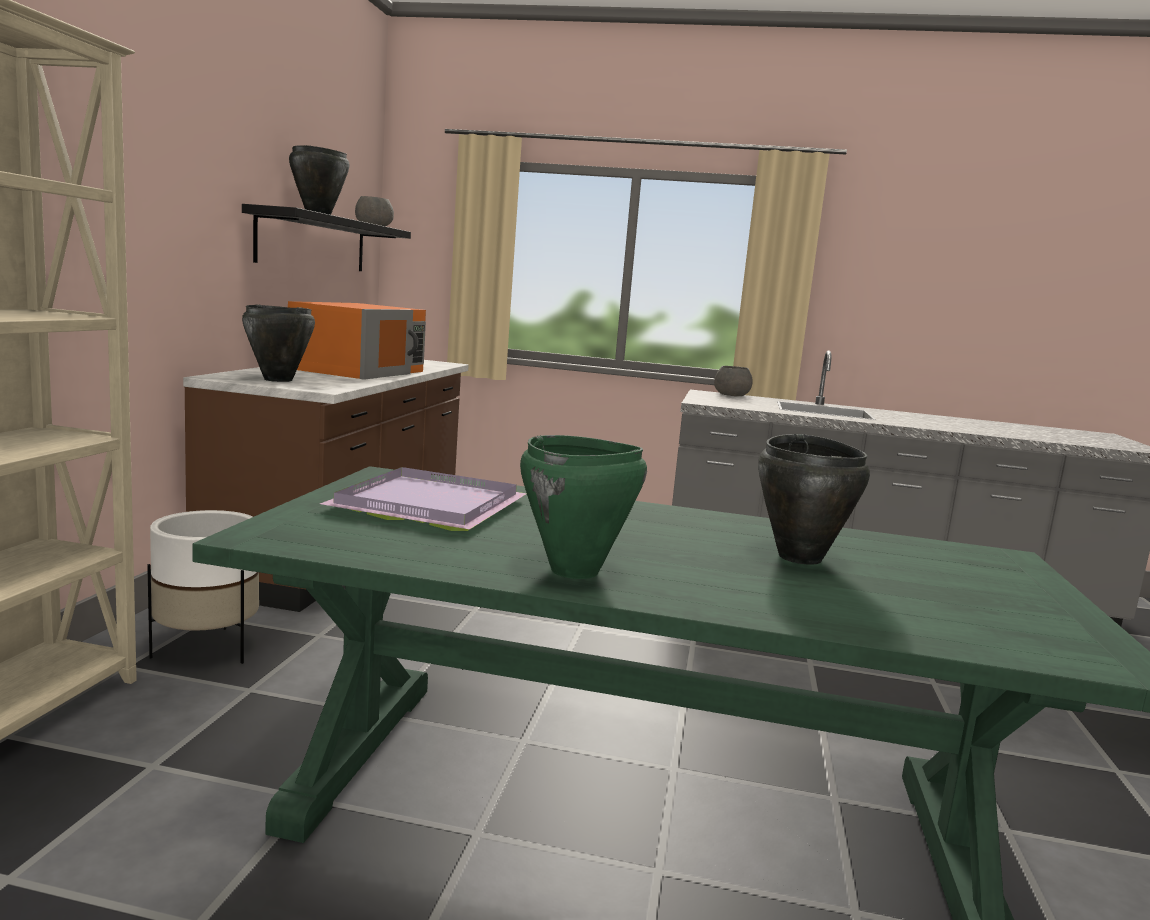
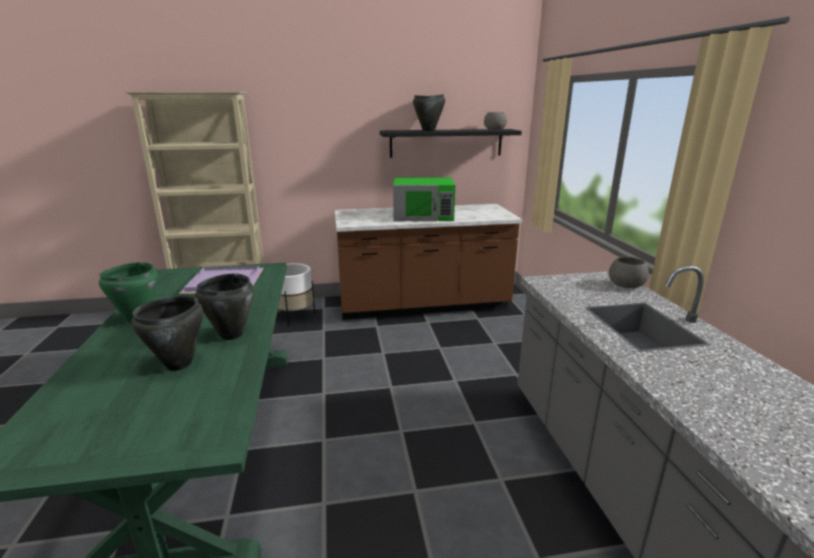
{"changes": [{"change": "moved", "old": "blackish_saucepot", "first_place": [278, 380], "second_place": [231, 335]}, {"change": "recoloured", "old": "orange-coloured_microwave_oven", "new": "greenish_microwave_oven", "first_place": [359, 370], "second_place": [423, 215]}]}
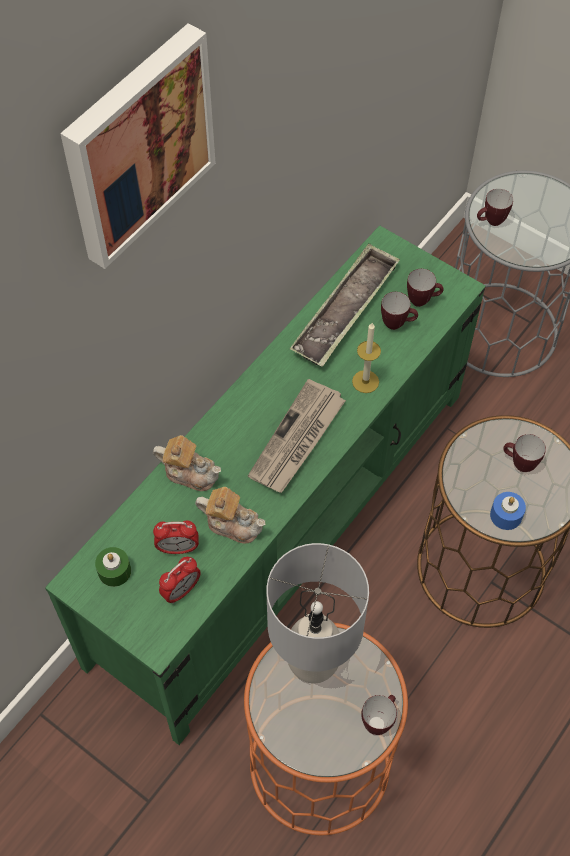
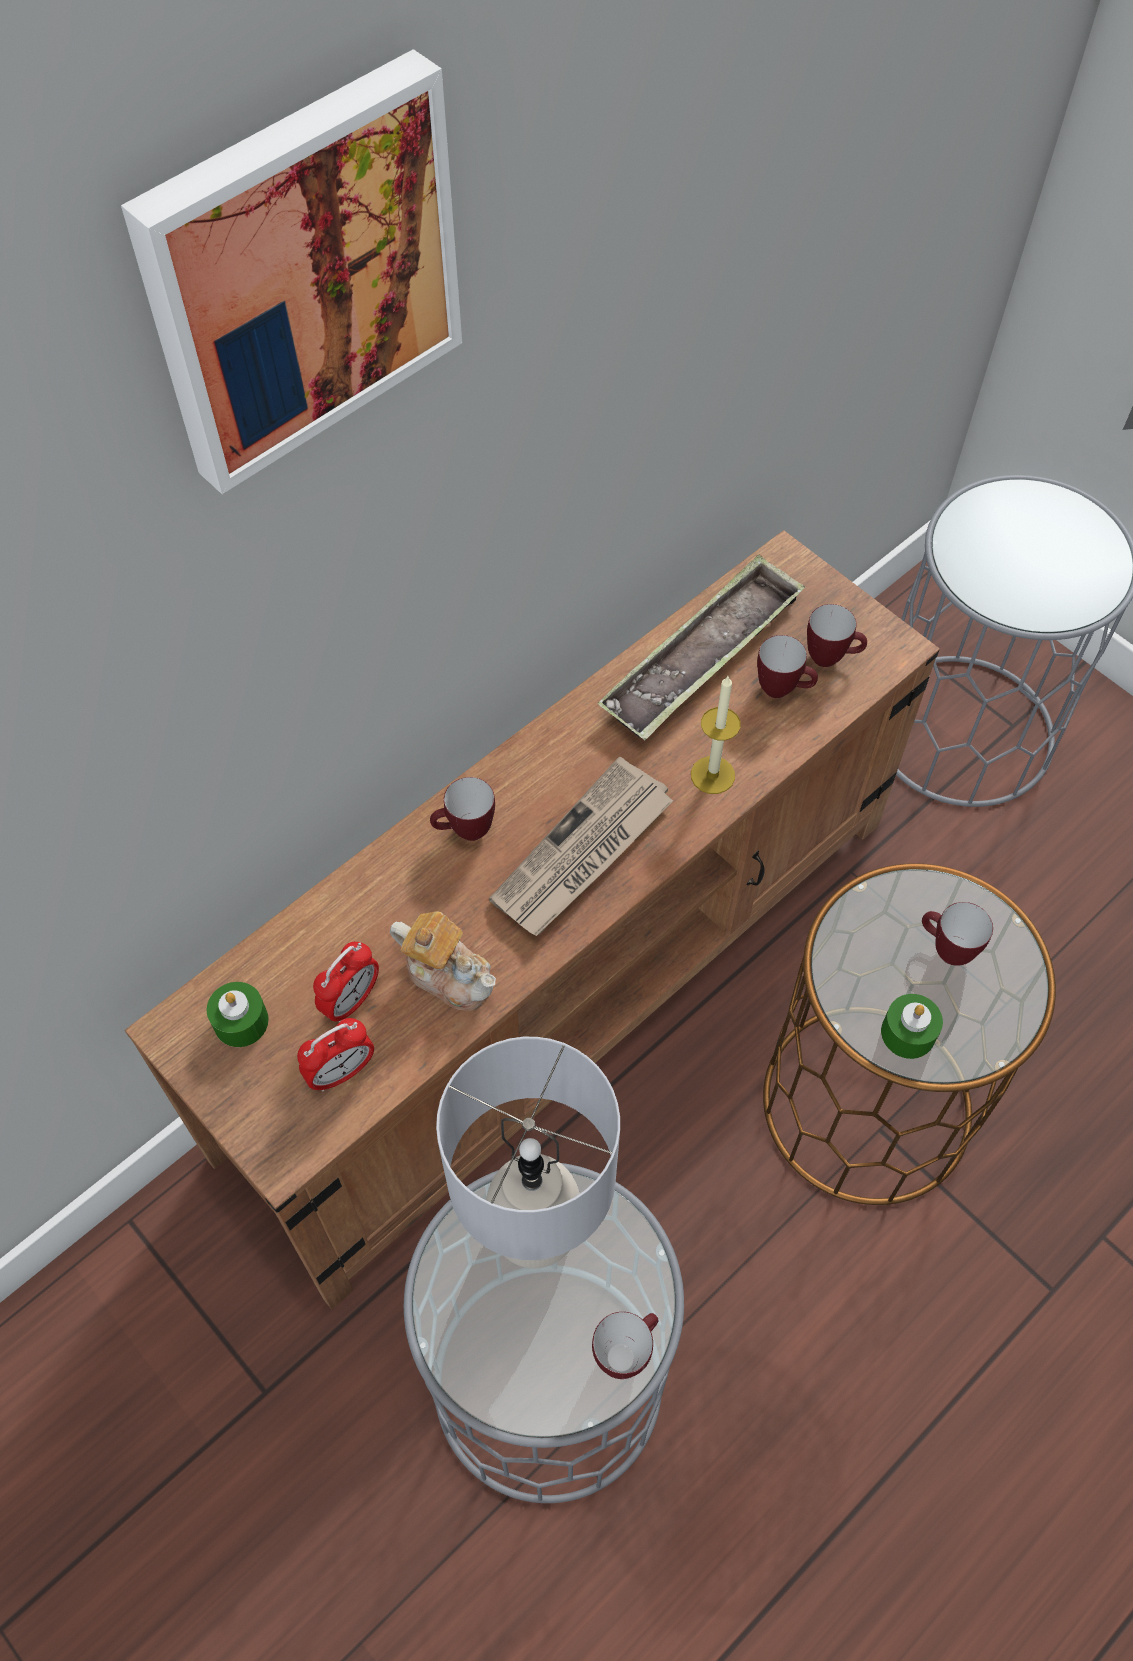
{"changes": [{"change": "recoloured", "old": "greenish_tv_unit", "new": "brown_tv_unit", "first_place": [283, 523], "second_place": [565, 981]}, {"change": "removed", "old": "pot_for_tea", "first_place": [190, 472]}, {"change": "turned", "old": "alarm_clock", "first_place": [178, 548], "second_place": [351, 1000], "degrees": -60}, {"change": "recoloured", "old": "orange-coloured_accent_table", "new": "grey_accent_table", "first_place": [319, 763], "second_place": [547, 1379]}, {"change": "moved", "old": "tea_mug", "first_place": [491, 222], "second_place": [465, 832]}, {"change": "recoloured", "old": "blue_candle", "new": "greenish_candle", "first_place": [506, 515], "second_place": [908, 1033]}]}
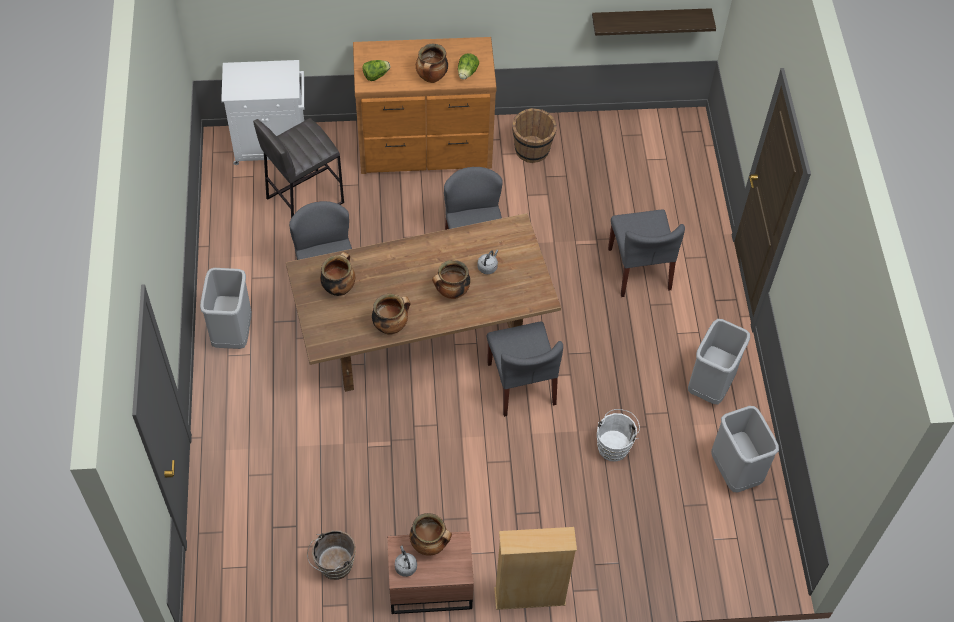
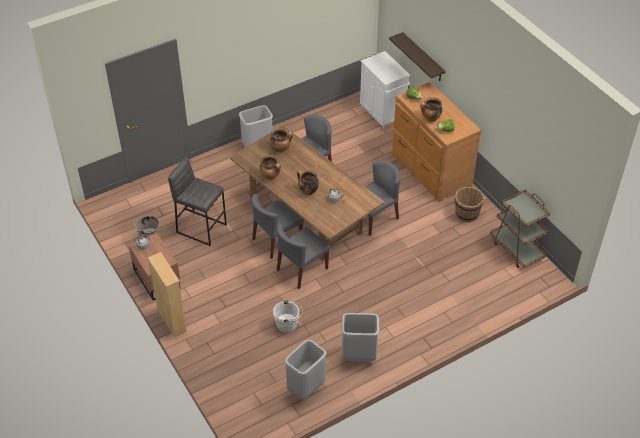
{"changes": [{"change": "moved", "old": "grey_stool_seat", "first_place": [304, 200], "second_place": [201, 228]}, {"change": "removed", "old": "saucepot", "first_place": [430, 544]}, {"change": "moved", "old": "bracket_shelf", "first_place": [650, 20], "second_place": [423, 57]}, {"change": "moved", "old": "grey_upright_chair", "first_place": [639, 269], "second_place": [277, 240]}, {"change": "added", "new": "brown_trolley", "second_place": [517, 249]}]}
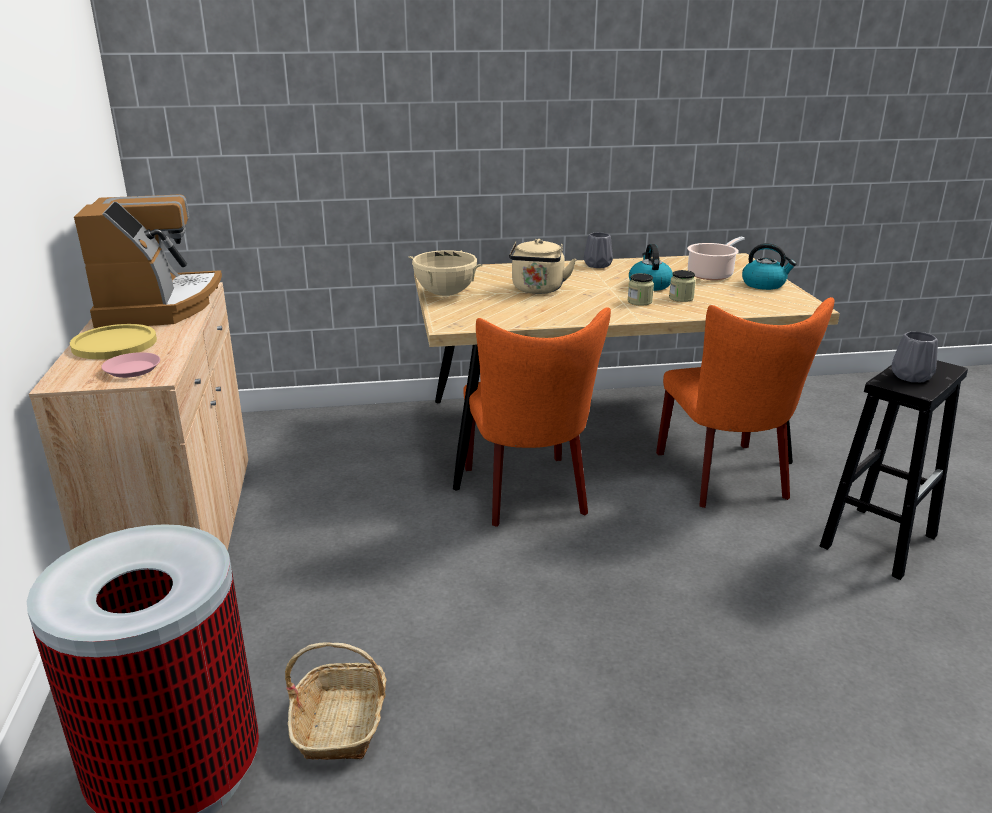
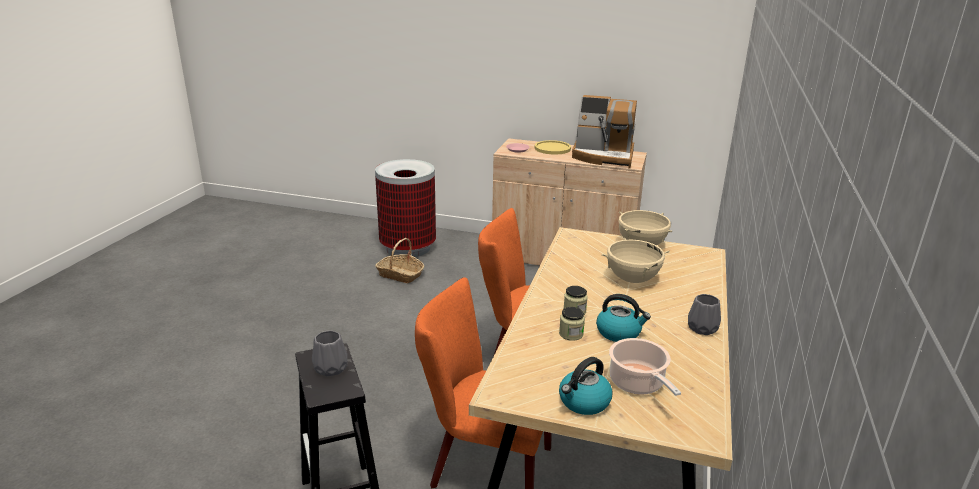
{"changes": [{"change": "replaced", "old": "sand-coloured_tea_kettle", "new": "sand-coloured_saucepot", "first_place": [538, 290], "second_place": [632, 279]}]}
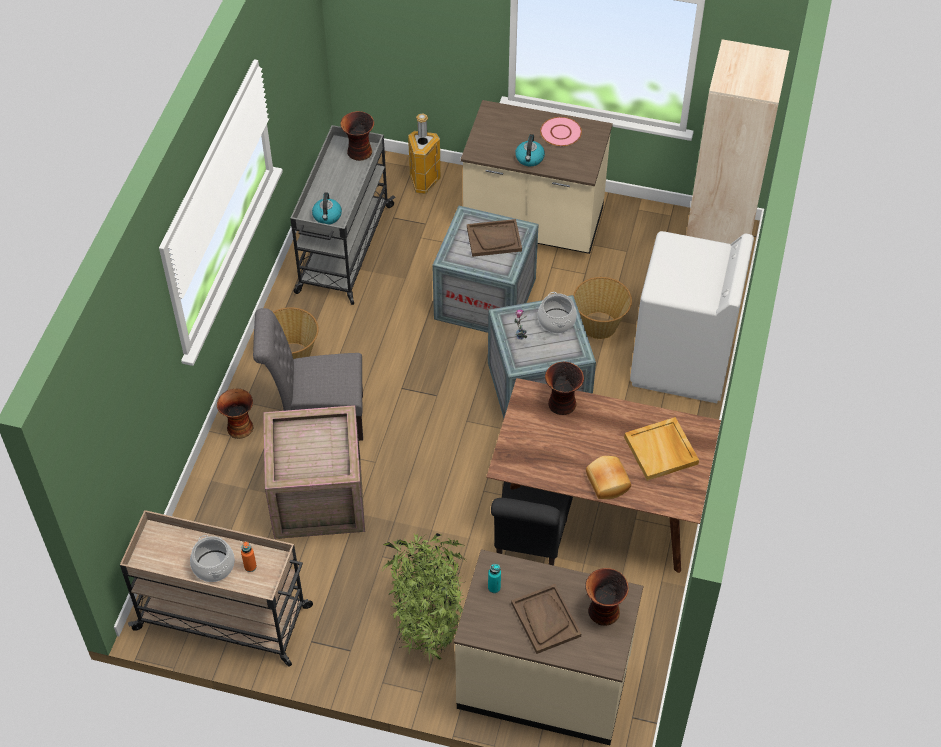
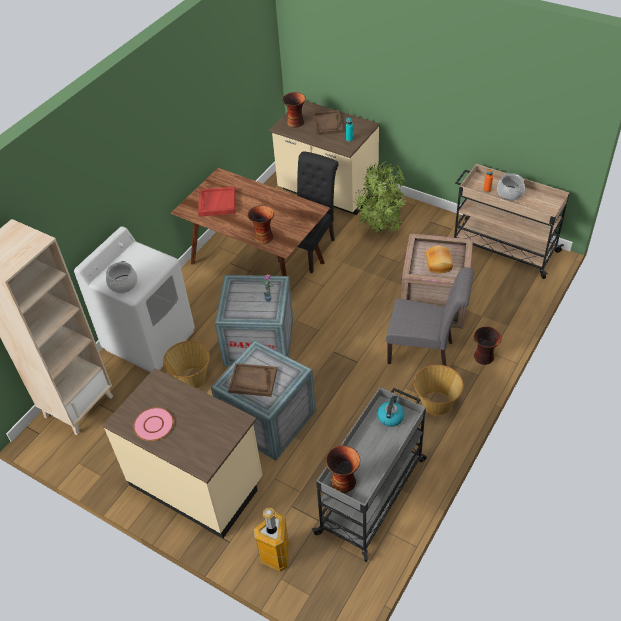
{"changes": [{"change": "removed", "old": "tea_kettle", "first_place": [529, 158]}, {"change": "moved", "old": "saucepot", "first_place": [557, 321], "second_place": [123, 284]}, {"change": "moved", "old": "baked_bread", "first_place": [606, 483], "second_place": [439, 264]}, {"change": "recoloured", "old": "sand-coloured_carrying_tray", "new": "reddish_carrying_tray", "first_place": [661, 451], "second_place": [216, 203]}]}
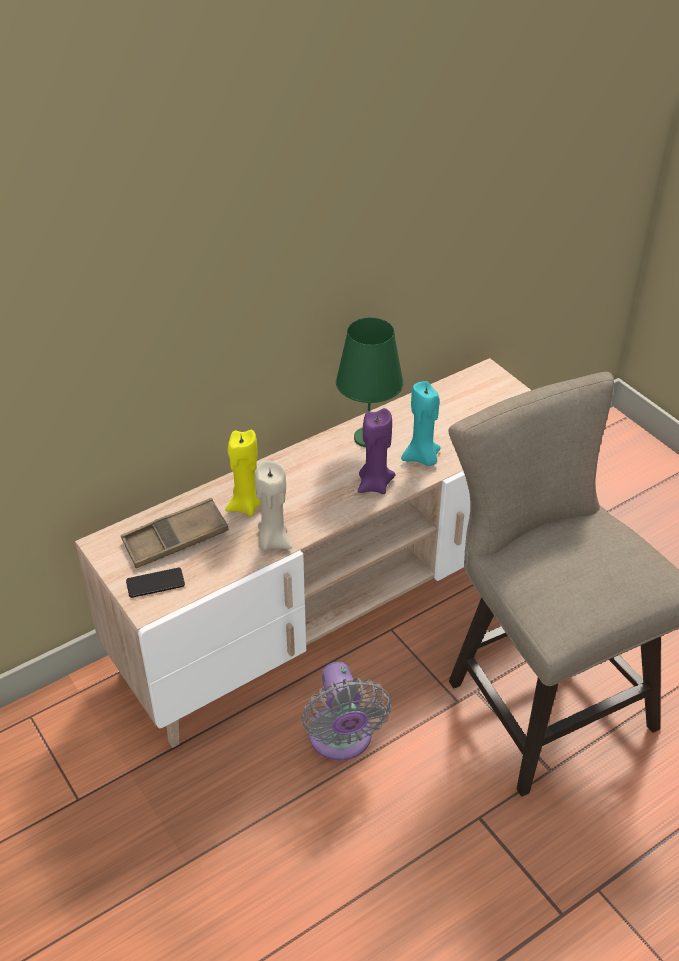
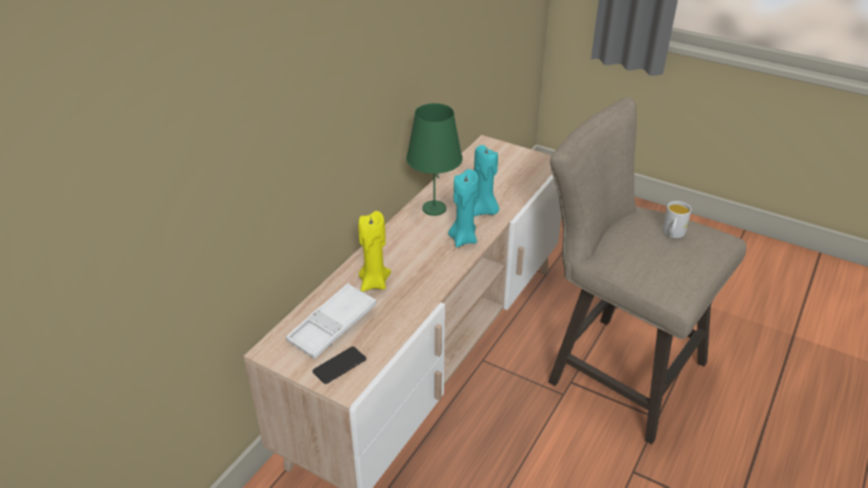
{"changes": [{"change": "recoloured", "old": "brown_carrying_tray", "new": "white-coloured_carrying_tray", "first_place": [175, 539], "second_place": [333, 326]}, {"change": "removed", "old": "sand-coloured_candle", "first_place": [272, 541]}, {"change": "removed", "old": "grey_fan", "first_place": [341, 740]}, {"change": "recoloured", "old": "purple-coloured_candle", "new": "turquoise_candle", "first_place": [374, 485], "second_place": [463, 239]}, {"change": "added", "new": "white-coloured_tea_mug", "second_place": [672, 234]}]}
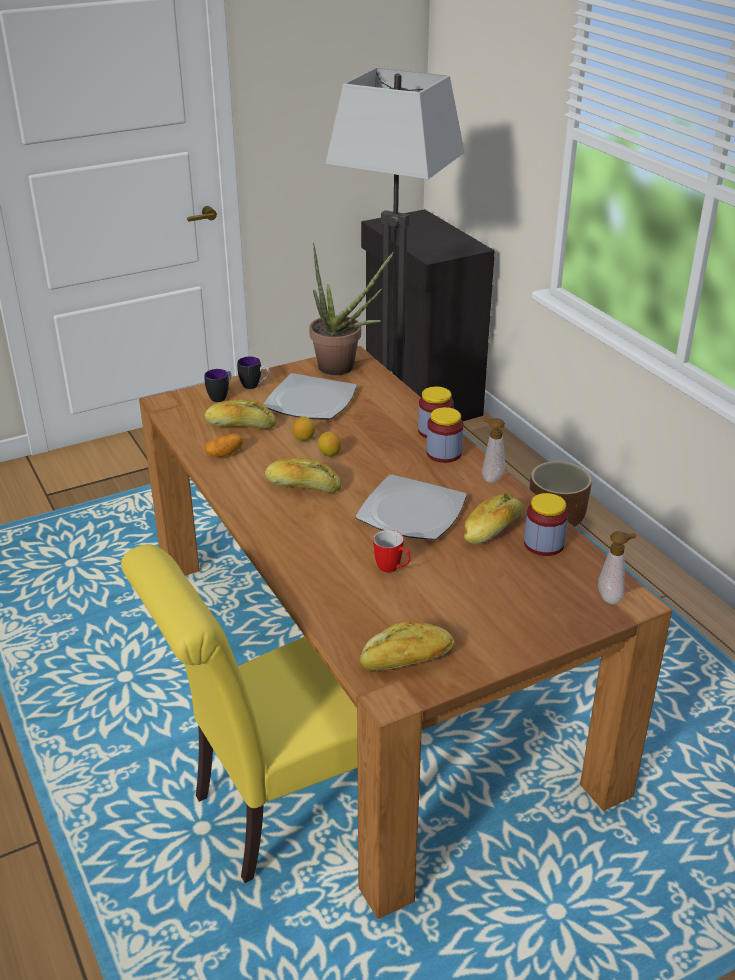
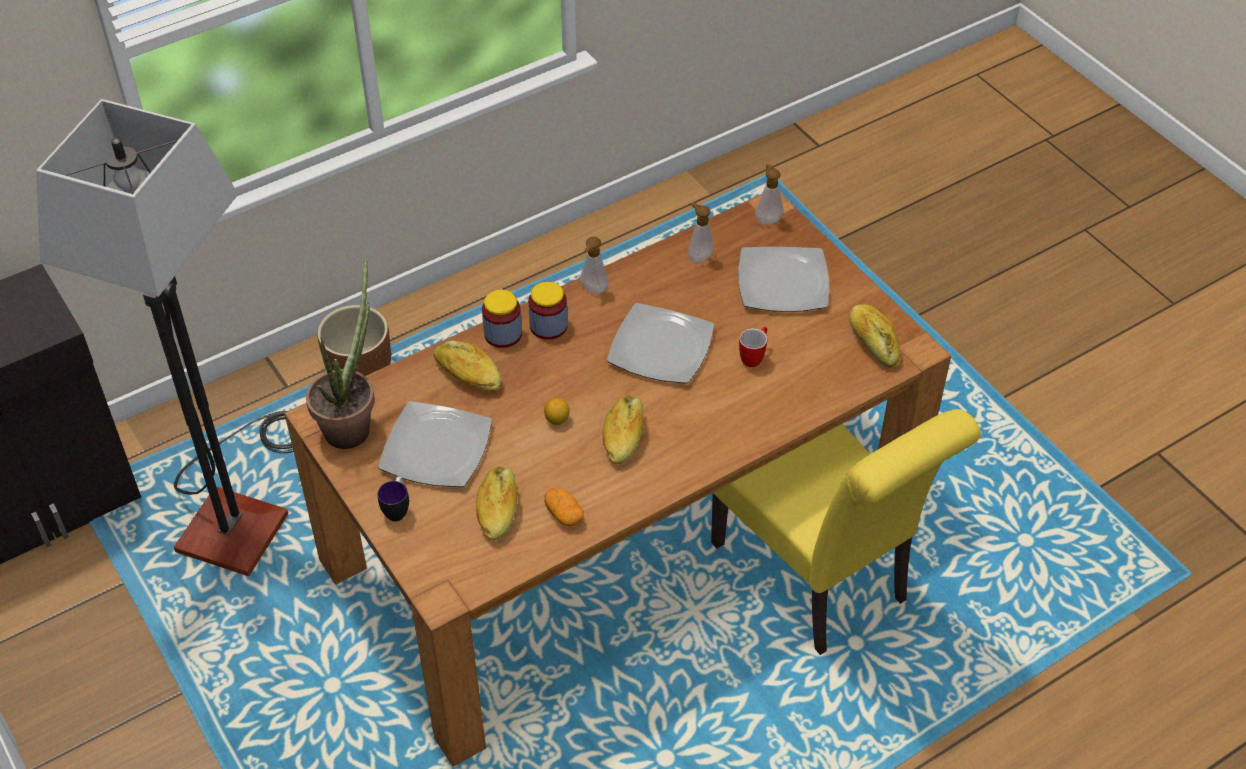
{"changes": [{"change": "removed", "old": "tea_mug", "first_place": [221, 396]}, {"change": "removed", "old": "whole_lemon", "first_place": [304, 438]}, {"change": "moved", "old": "baked_bread", "first_place": [492, 529], "second_place": [468, 374]}, {"change": "replaced", "old": "jar", "new": "soap_bottle", "first_place": [543, 544], "second_place": [699, 257]}, {"change": "added", "new": "dinner_plate", "second_place": [784, 282]}]}
